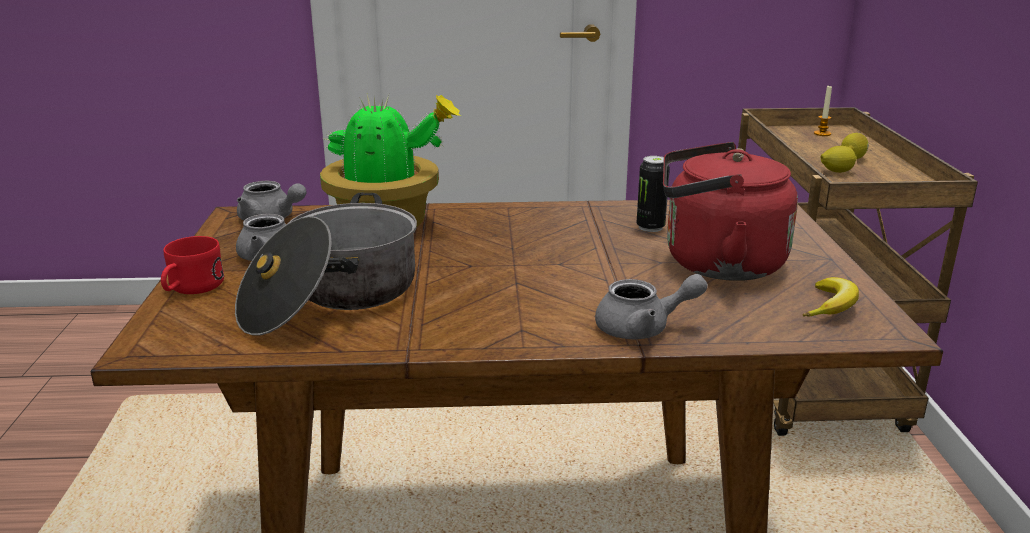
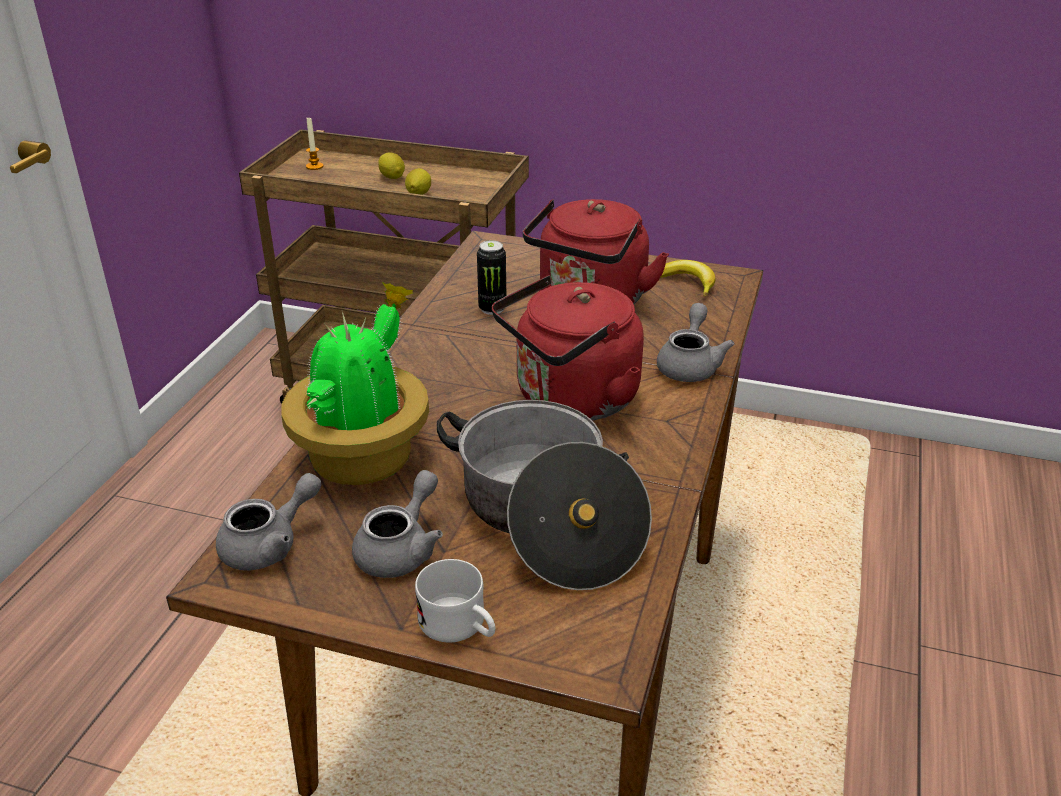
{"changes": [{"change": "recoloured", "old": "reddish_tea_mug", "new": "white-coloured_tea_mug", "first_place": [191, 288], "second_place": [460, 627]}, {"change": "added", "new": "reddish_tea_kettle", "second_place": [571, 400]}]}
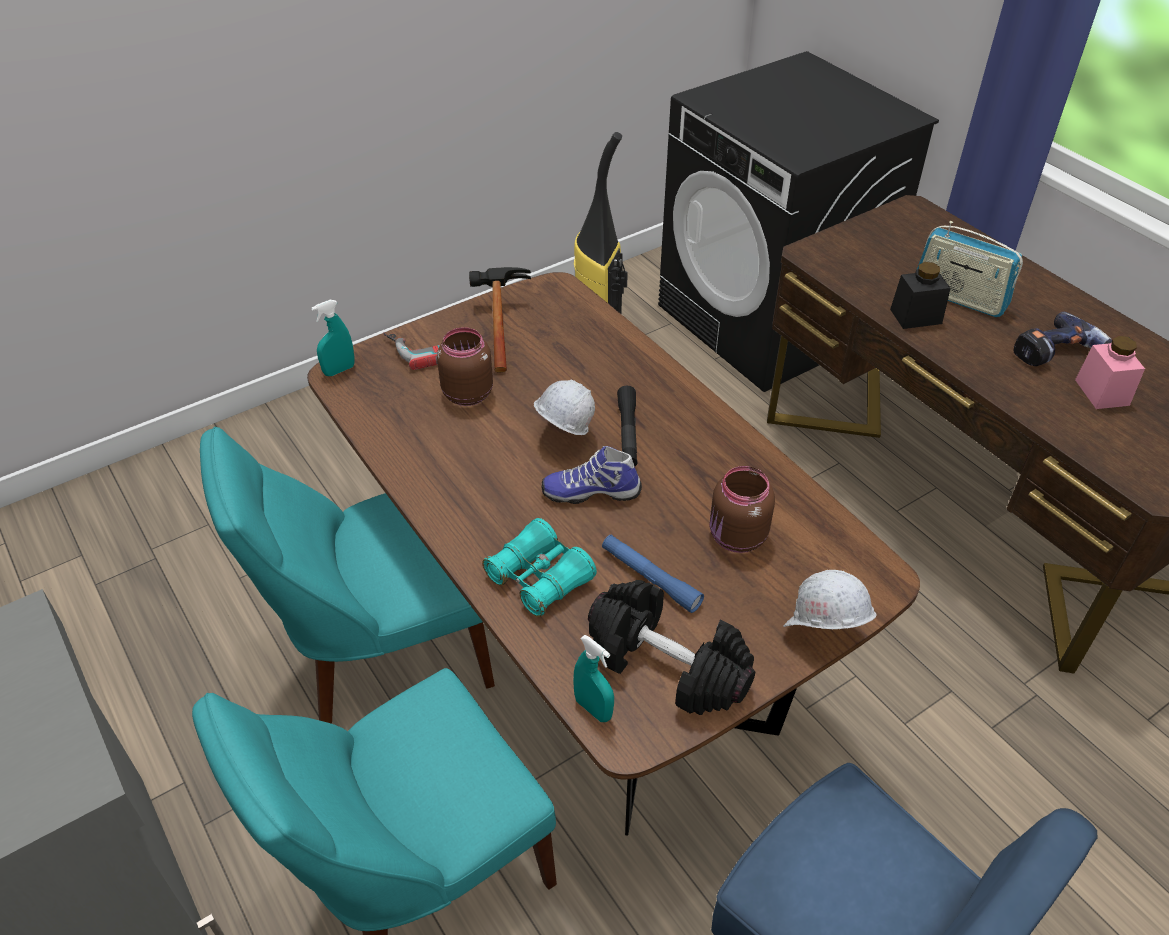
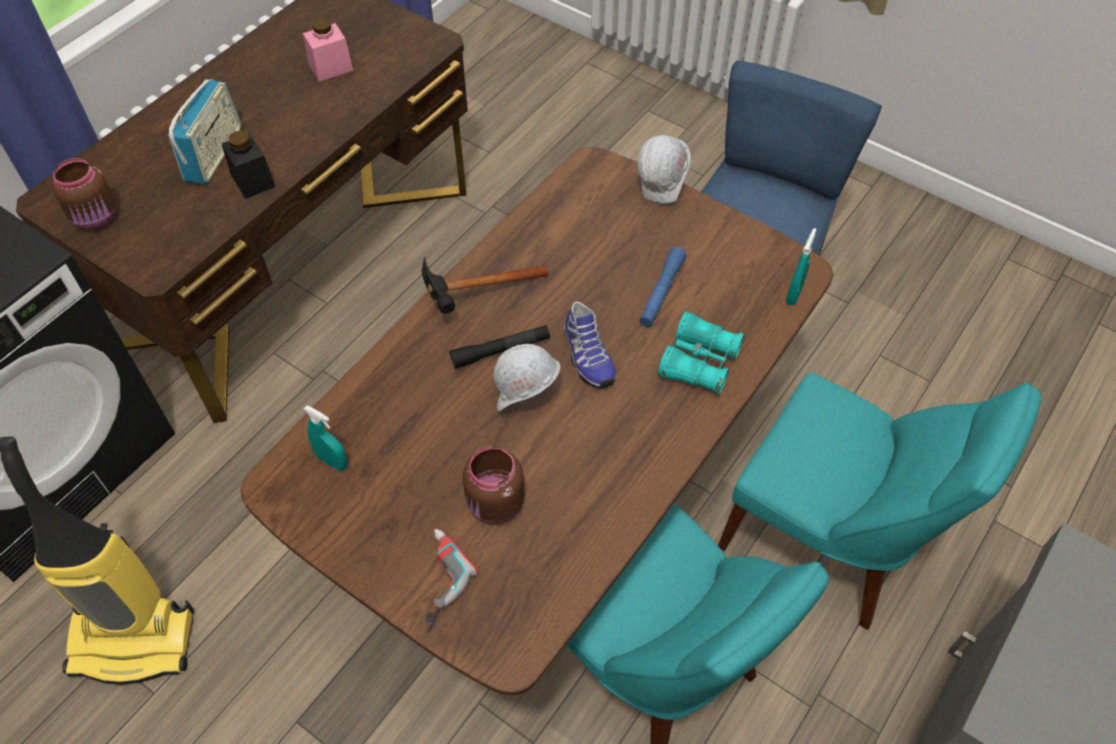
{"changes": [{"change": "moved", "old": "turquoise_spray_bottle", "first_place": [339, 370], "second_place": [332, 461]}, {"change": "moved", "old": "hammer", "first_place": [498, 324], "second_place": [473, 299]}, {"change": "removed", "old": "blackish_dumbbell", "first_place": [666, 665]}, {"change": "moved", "old": "brown_jar", "first_place": [736, 538], "second_place": [97, 218]}, {"change": "removed", "old": "power_drill", "first_place": [1062, 357]}]}
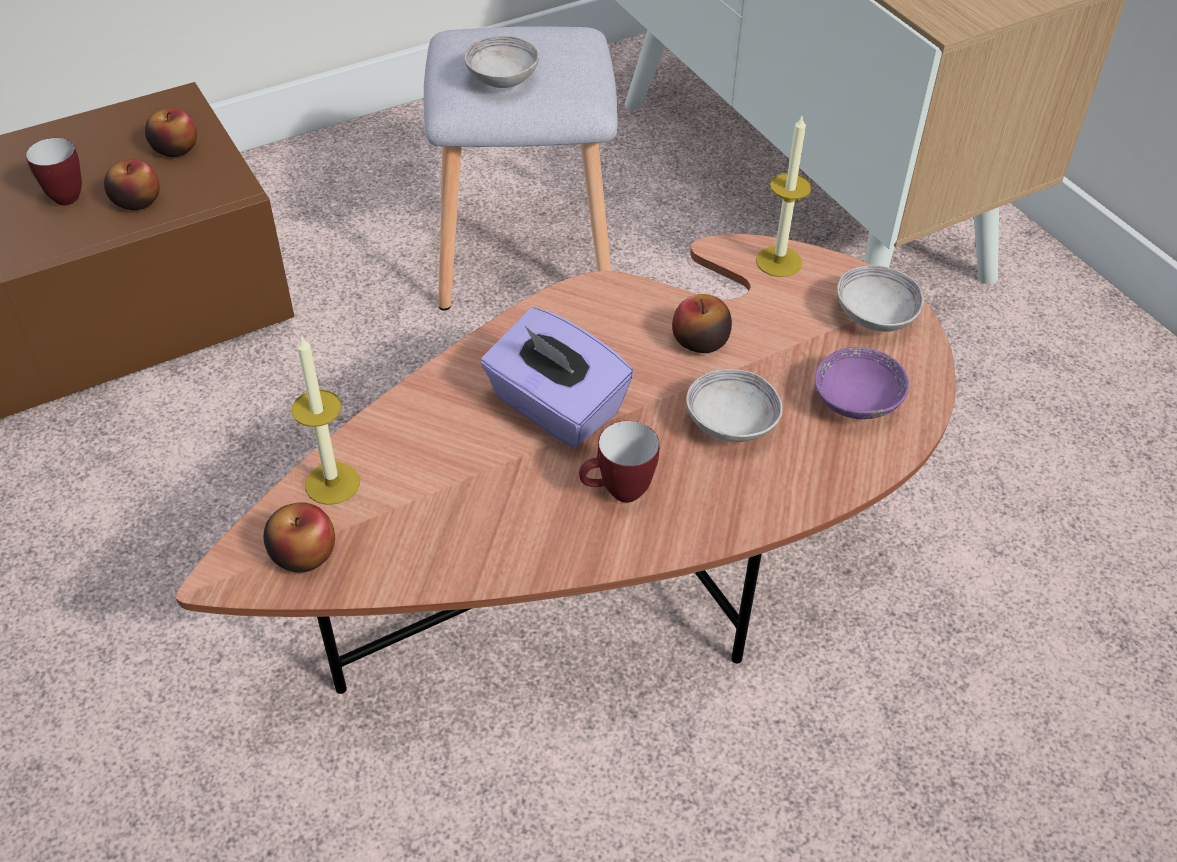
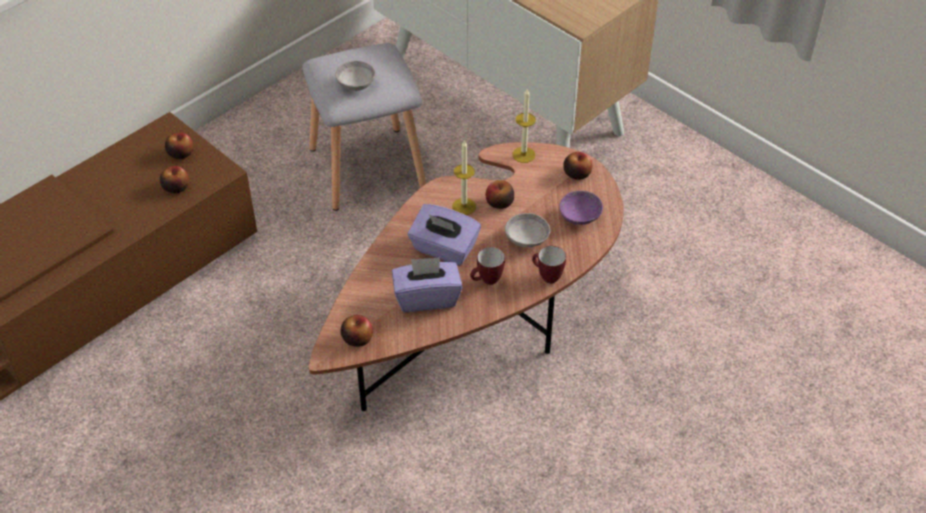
{"changes": [{"change": "moved", "old": "tea_mug", "first_place": [63, 195], "second_place": [546, 277]}, {"change": "moved", "old": "candle", "first_place": [332, 483], "second_place": [464, 206]}, {"change": "replaced", "old": "grey_deep_dish", "new": "apple_fruit", "first_place": [875, 317], "second_place": [577, 173]}, {"change": "added", "new": "purple-coloured_tissue_box", "second_place": [427, 297]}]}
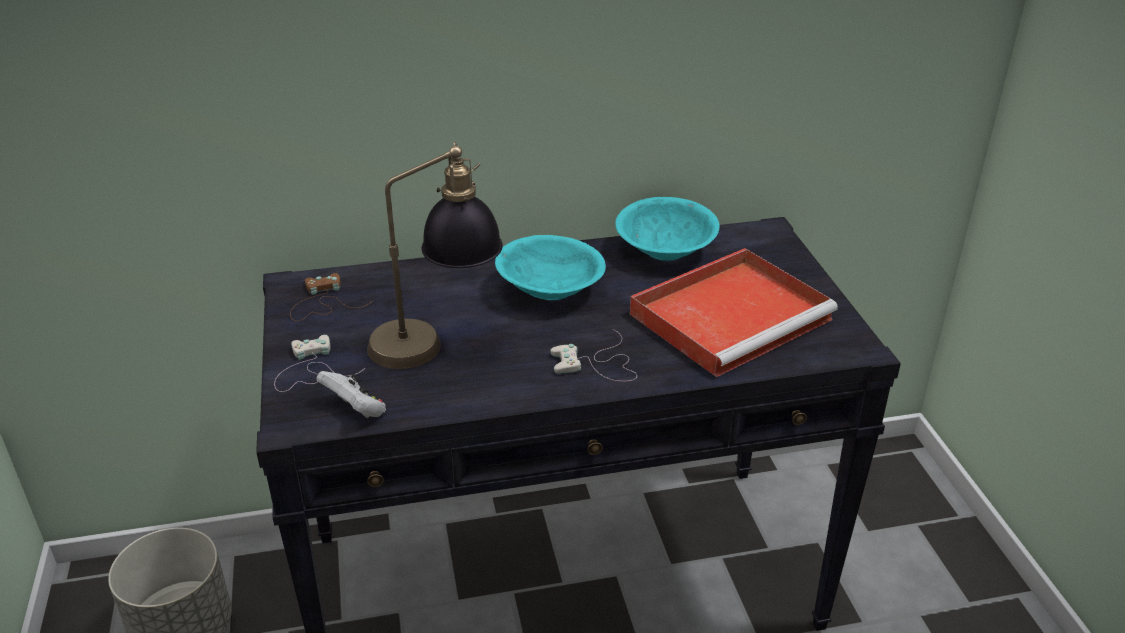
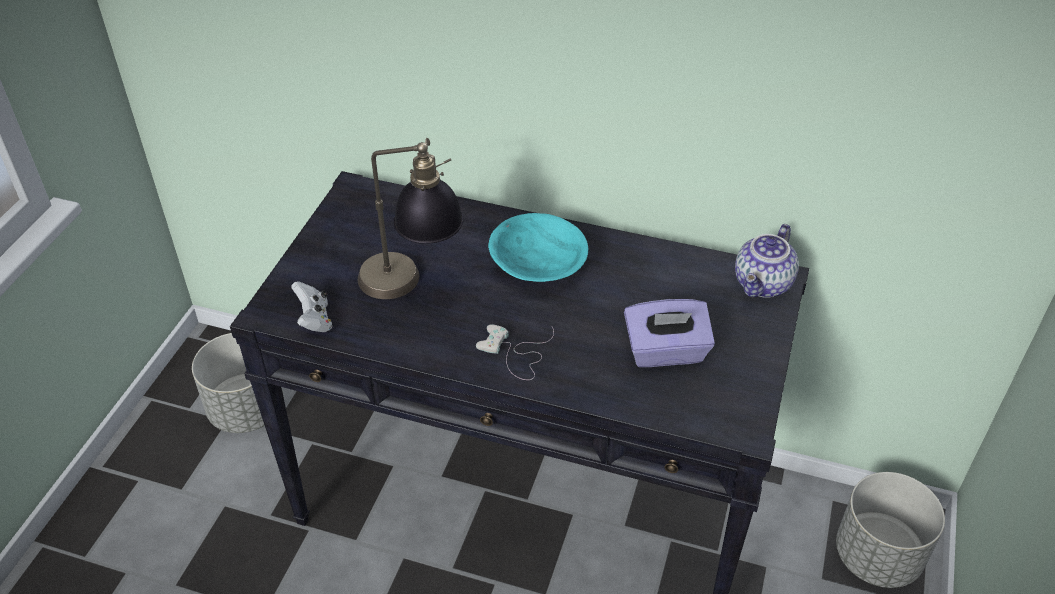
{"changes": [{"change": "removed", "old": "white-coloured_joypad", "first_place": [310, 369]}, {"change": "removed", "old": "brown_joypad", "first_place": [322, 302]}, {"change": "removed", "old": "turquoise_deep_dish", "first_place": [666, 249]}, {"change": "replaced", "old": "reddish_carrying_tray", "new": "purple-coloured_tissue_box", "first_place": [732, 315], "second_place": [666, 352]}, {"change": "added", "new": "pot_for_tea", "second_place": [764, 284]}, {"change": "added", "new": "grey_flower_pot", "second_place": [878, 556]}]}
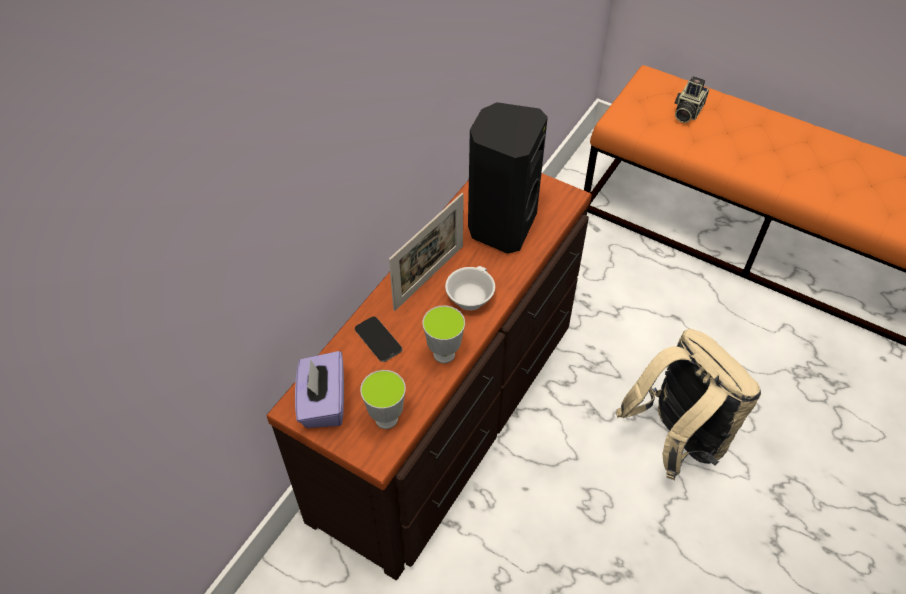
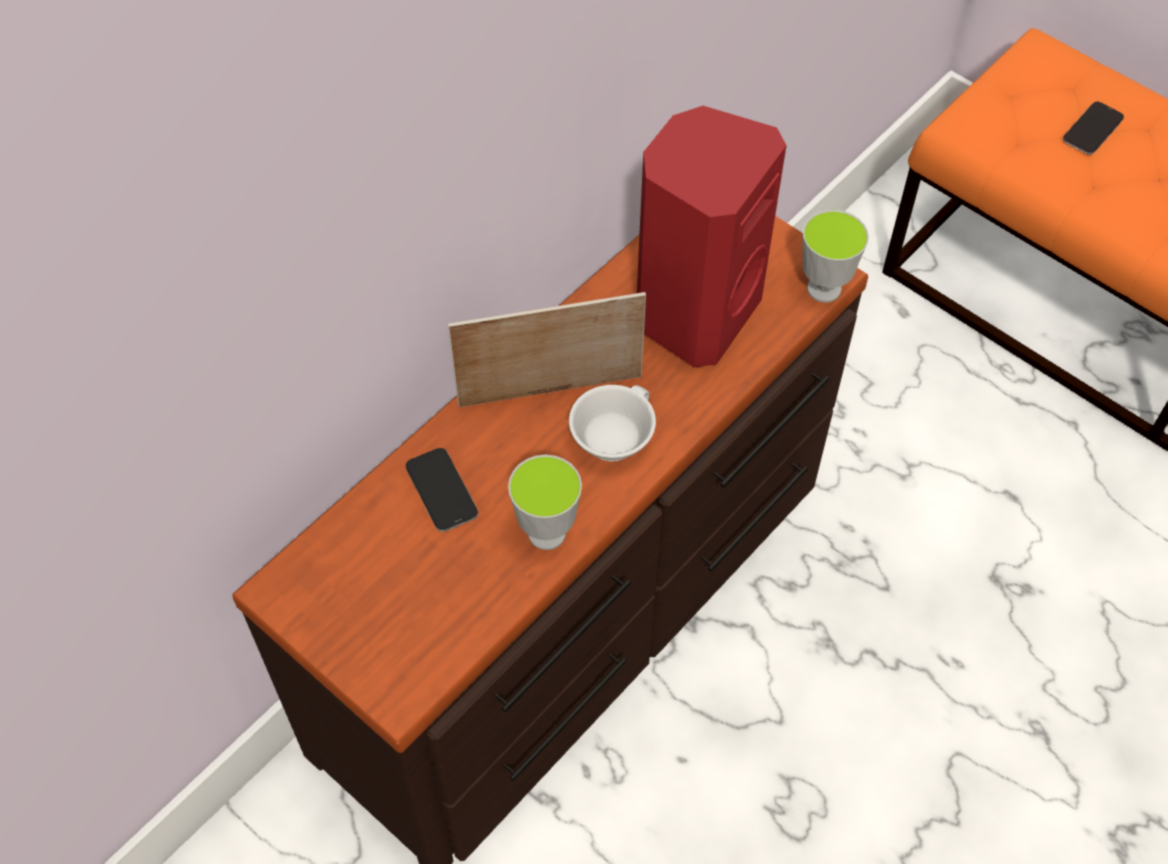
{"changes": [{"change": "removed", "old": "purple-coloured_tissue_box", "first_place": [323, 403]}, {"change": "moved", "old": "small_cup", "first_place": [386, 419], "second_place": [824, 289]}, {"change": "turned", "old": "picture_frame", "first_place": [429, 277], "second_place": [550, 391], "degrees": -150}, {"change": "recoloured", "old": "blackish_audio_speaker", "new": "reddish_audio_speaker", "first_place": [500, 225], "second_place": [693, 313]}, {"change": "removed", "old": "sand-coloured_knapsack", "first_place": [676, 439]}, {"change": "replaced", "old": "photo_camera", "new": "handset", "first_place": [686, 111], "second_place": [1092, 129]}]}
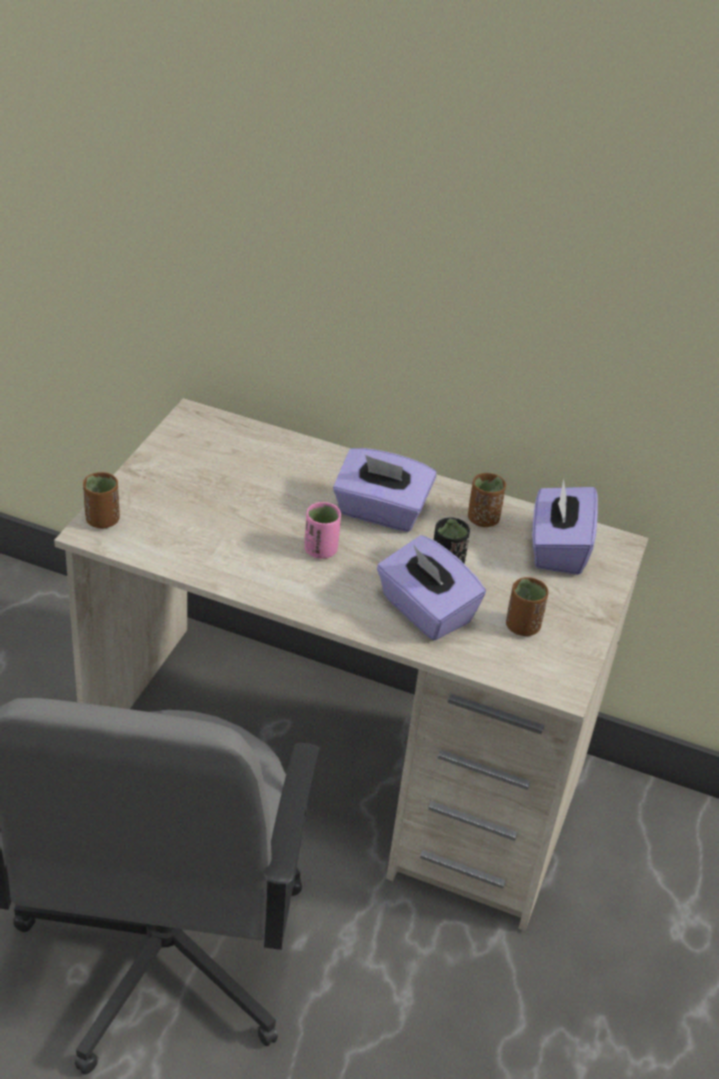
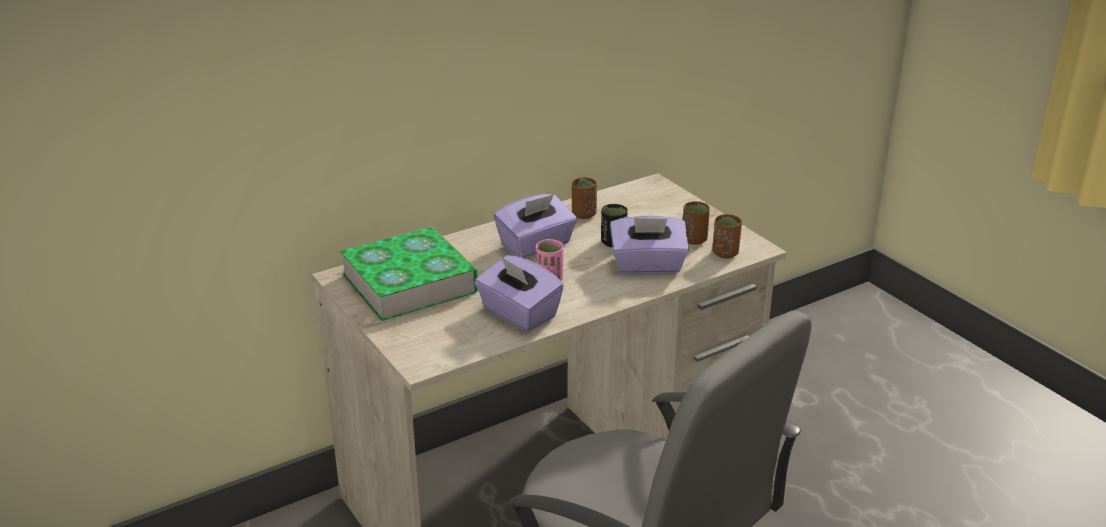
{"changes": [{"change": "moved", "old": "brown_small_cup", "first_place": [102, 520], "second_place": [725, 253]}, {"change": "moved", "old": "purple-coloured_tissue_box", "first_place": [557, 549], "second_place": [518, 313]}, {"change": "added", "new": "book", "second_place": [409, 283]}]}
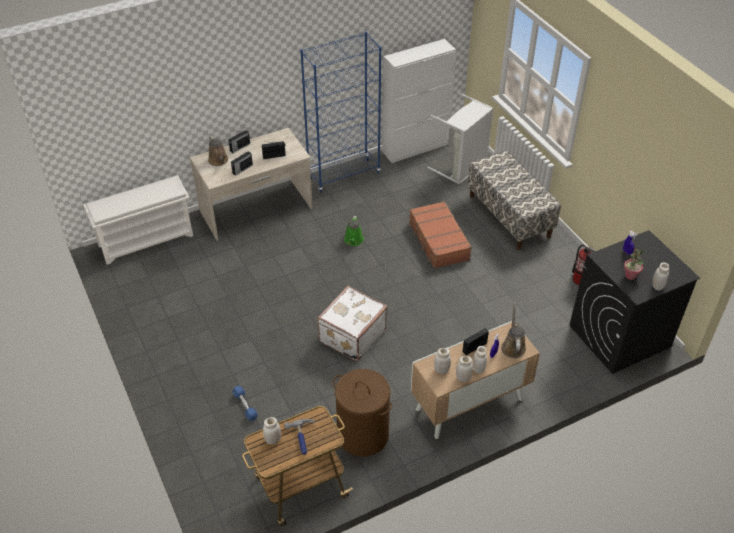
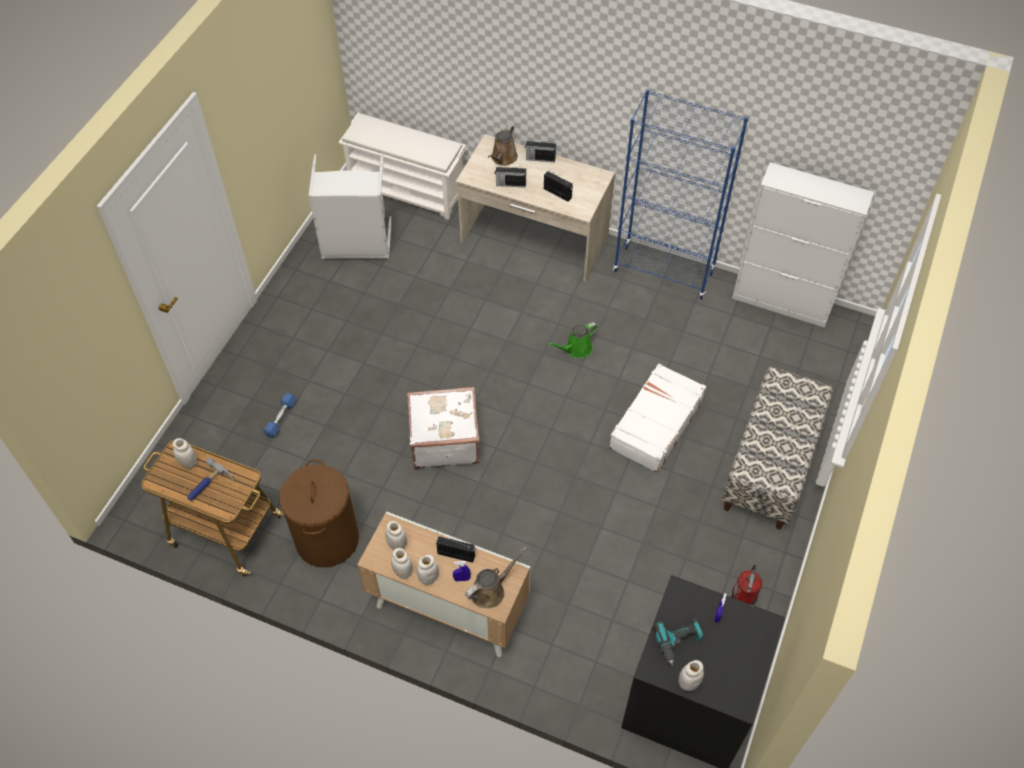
{"changes": [{"change": "recoloured", "old": "brown_piece_of_luggage", "new": "white-coloured_piece_of_luggage", "first_place": [438, 241], "second_place": [655, 424]}, {"change": "moved", "old": "grey_hamper", "first_place": [462, 167], "second_place": [356, 245]}, {"change": "replaced", "old": "potted_plant", "new": "power_drill", "first_place": [630, 276], "second_place": [678, 642]}]}
